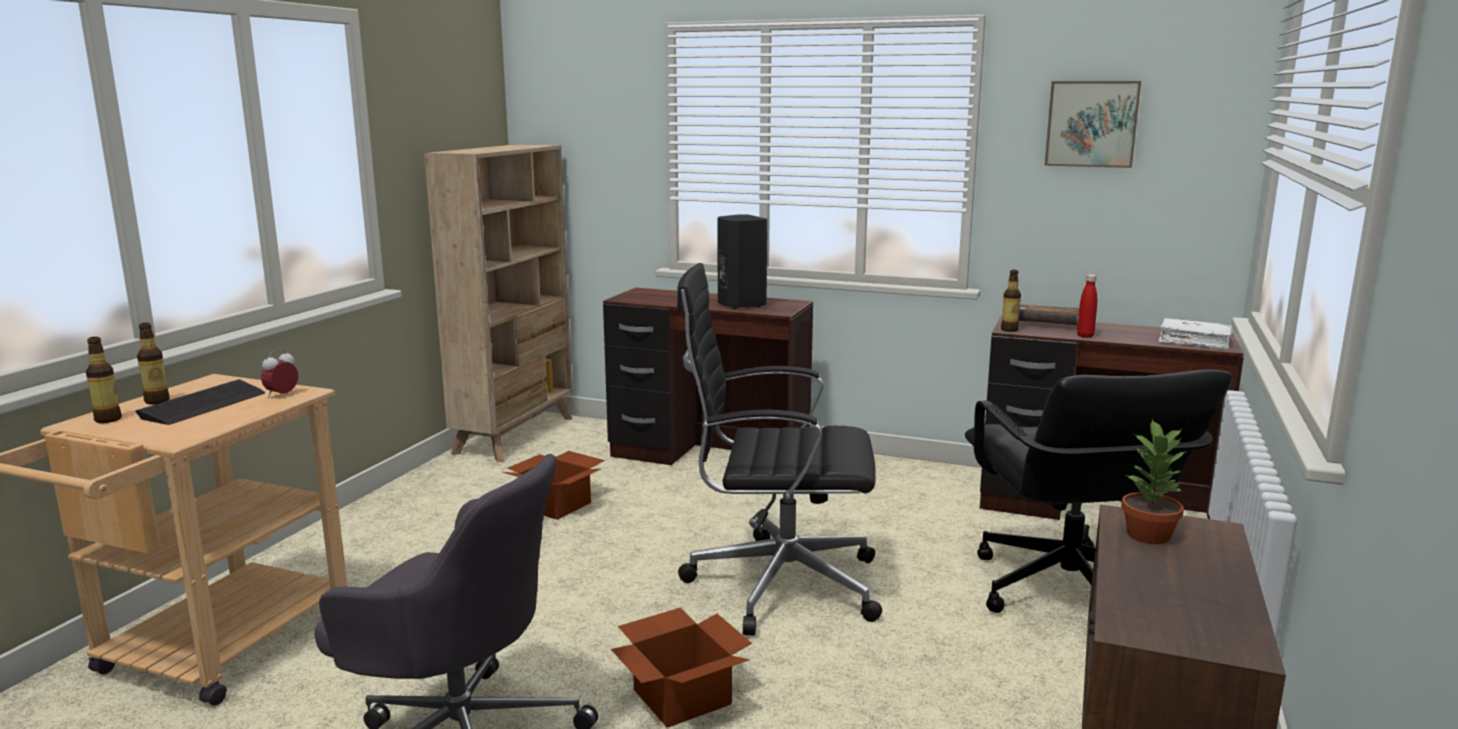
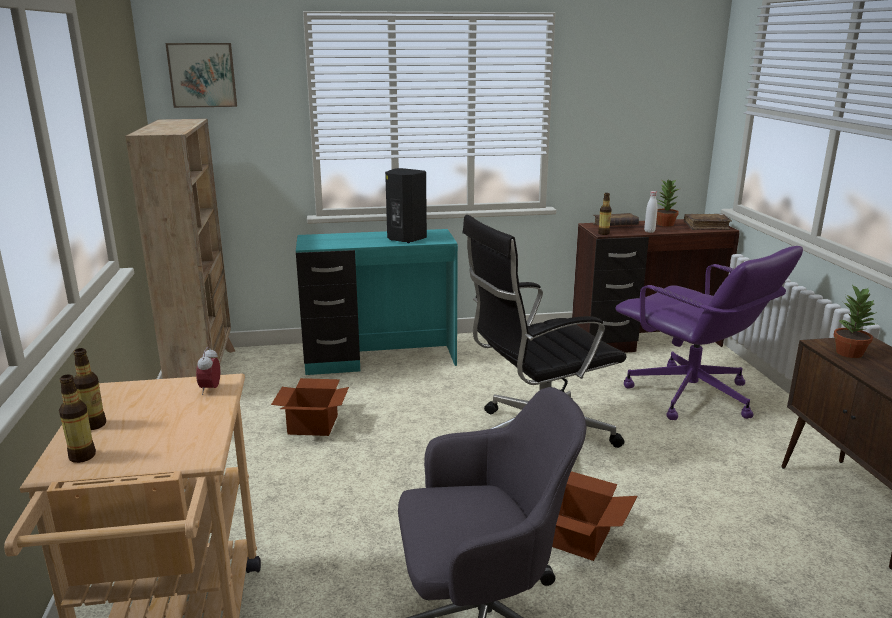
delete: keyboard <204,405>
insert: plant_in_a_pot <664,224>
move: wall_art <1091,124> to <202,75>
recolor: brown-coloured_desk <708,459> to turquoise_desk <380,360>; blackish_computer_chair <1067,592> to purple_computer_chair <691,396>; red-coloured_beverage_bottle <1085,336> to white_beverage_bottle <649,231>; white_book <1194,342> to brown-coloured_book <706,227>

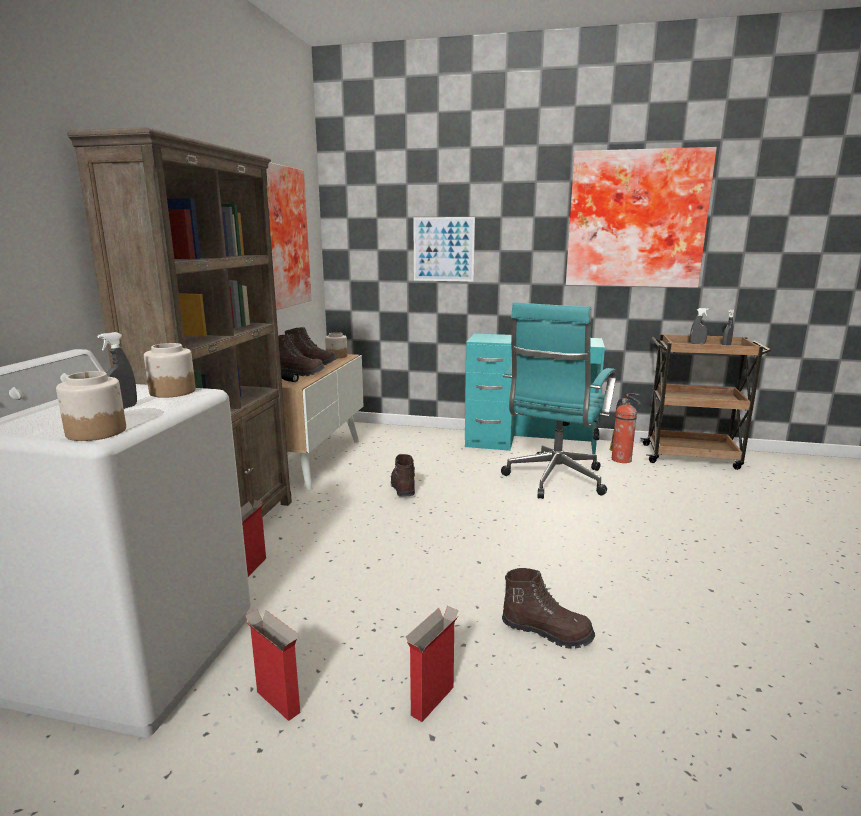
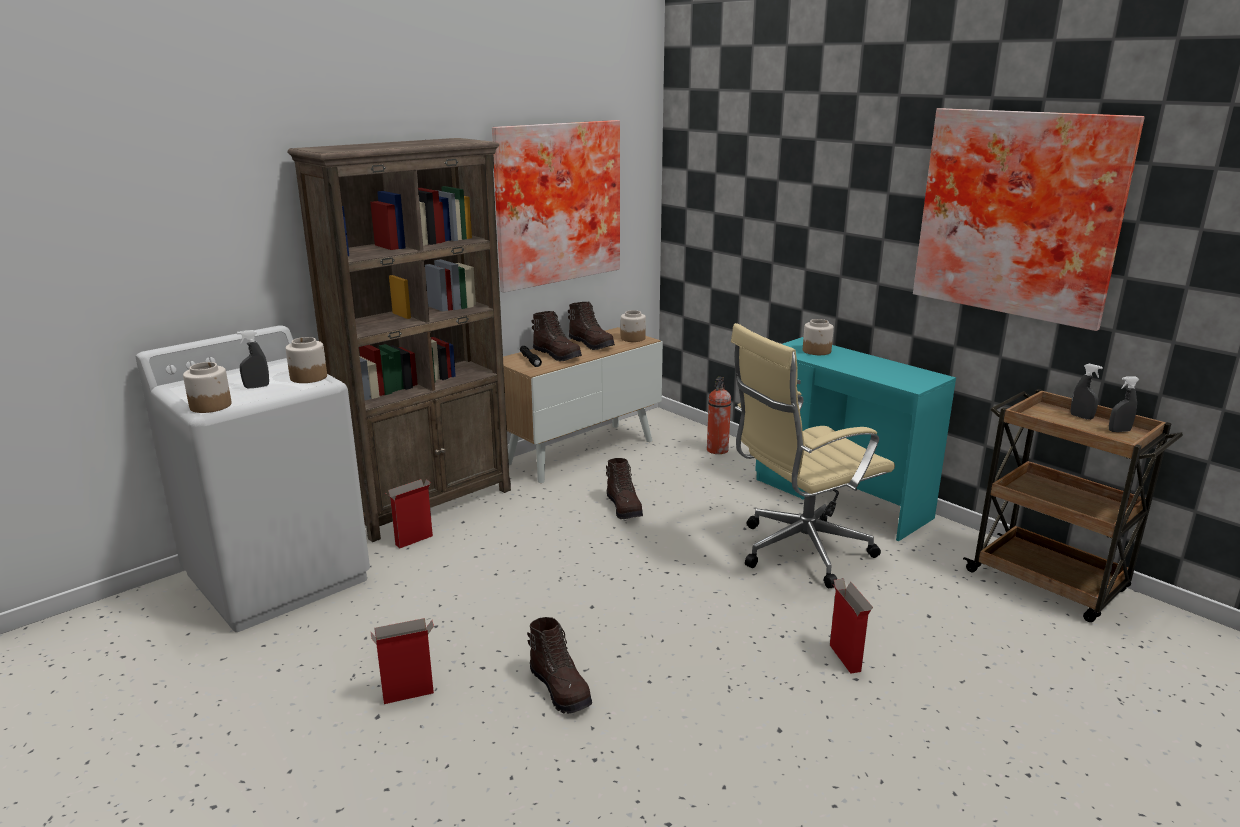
delete: wall_art <443,249>
insert: preserve_jar <817,351>
move: cardboard_box <277,701> to <844,657>; fire_extinguisher <622,460> to <717,450>
recolor: turquoise_computer_chair <554,480> to beige-coloured_computer_chair <798,552>
rotate: brown-coloured_boot <402,488> = <624,508> 135 degrees clockwise

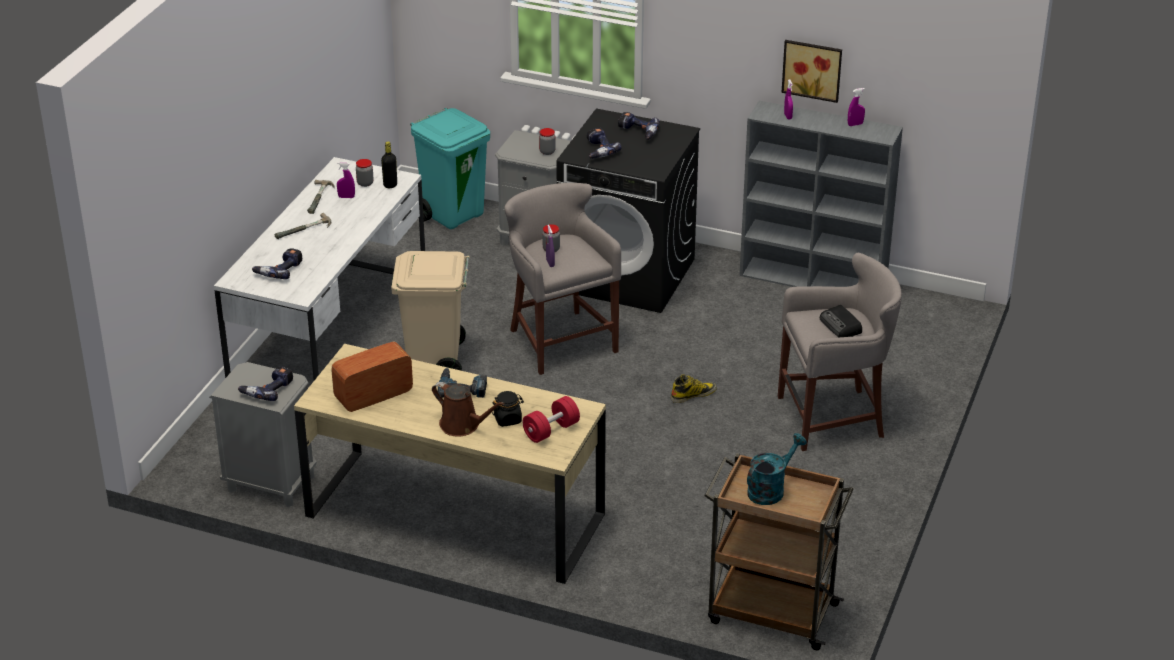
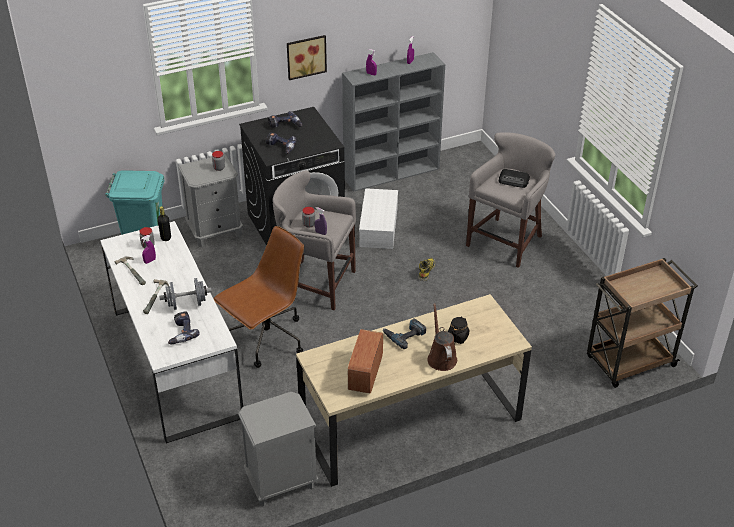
delete: electric_drill <267,389>; red-coloured_free_weight <551,430>; turquoise_watering_can <770,489>
insert: greyish_free_weight <186,304>; white_storage_bin <379,227>
move: wall_art <812,69> to <305,56>
replace: beige-coloured_rubbish_bin <435,362> to brown-coloured_computer_chair <266,340>
rotate: brown-coloured_watering_can <463,425> = <441,357> 90 degrees counterclockwise

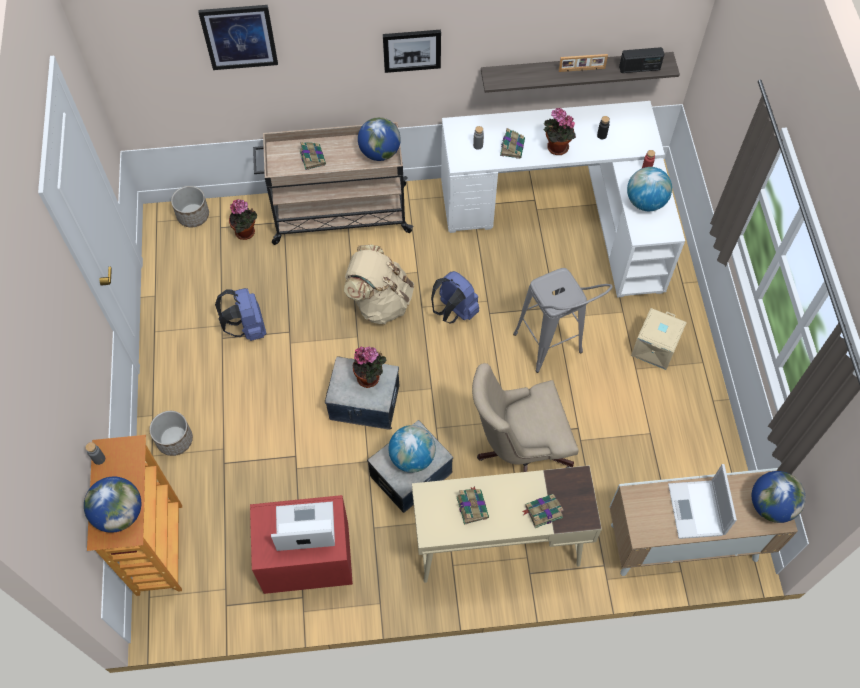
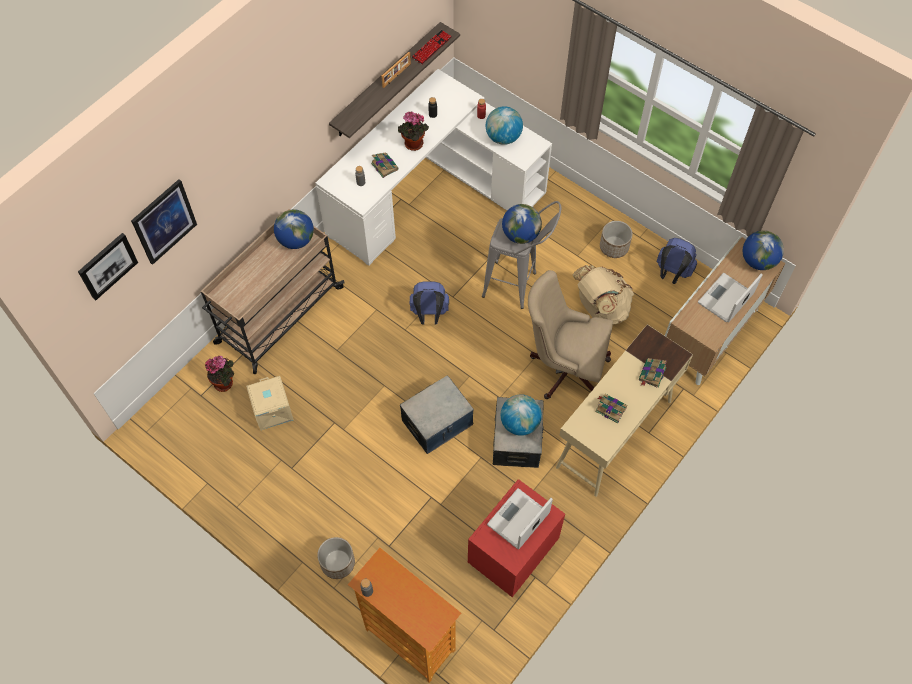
delete: book <312,157>; plant_in_a_pot <370,378>
move: globe <119,513> to <520,235>; planter <193,215> to <614,247>; blue-coloured_knapsack <247,328> to <672,273>; beige-coloured_knapsack <380,301> to <600,307>; wall_art <412,50> to <107,265>; beige-coloured_storage_bin <654,347> to <271,410>
replace: radio_receiver <639,68> to keyboard <431,47>
rotate: beige-coloured_computer_chair <518,451> = <564,367> 75 degrees clockwise; laptop <696,511> = <725,299> 90 degrees clockwise

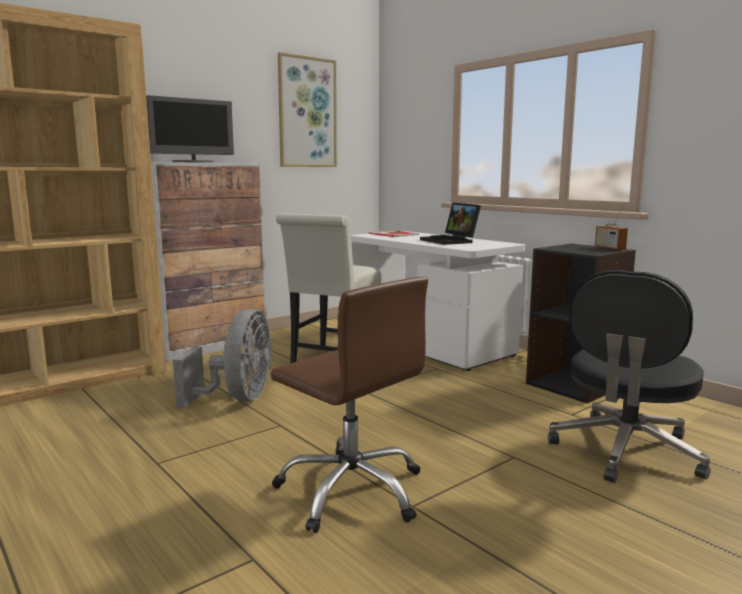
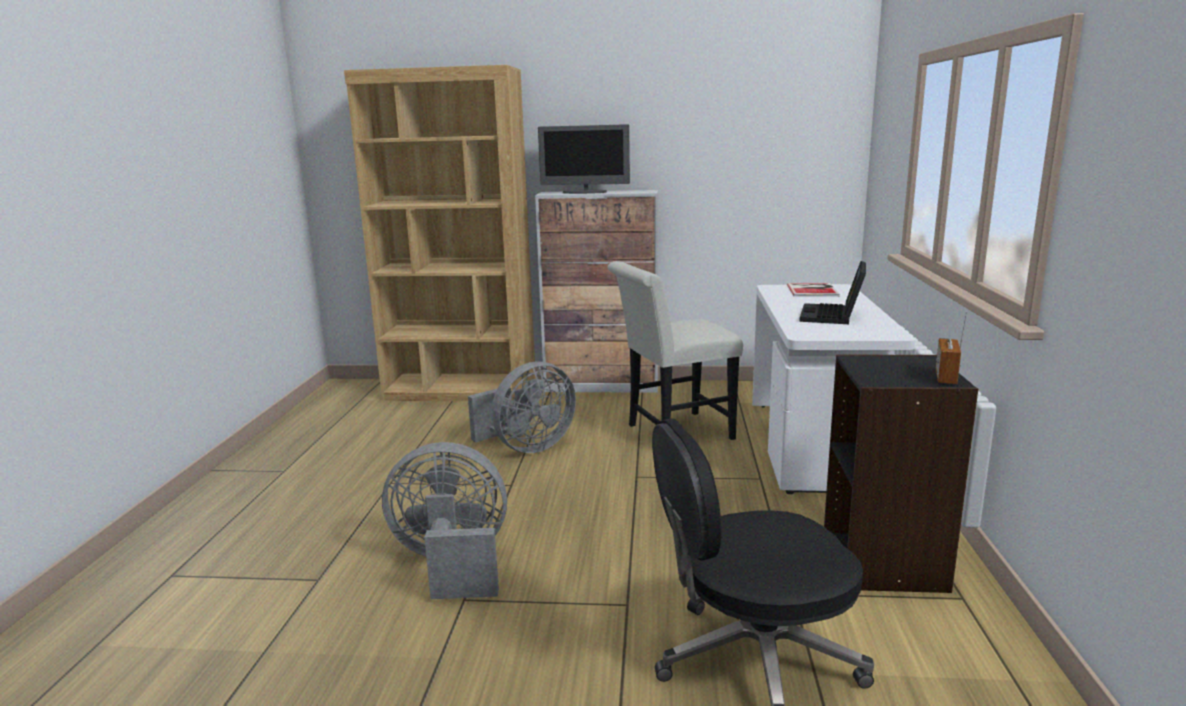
delete: wall_art <307,113>
replace: brown-coloured_computer_chair <352,490> to greyish_fan <452,564>

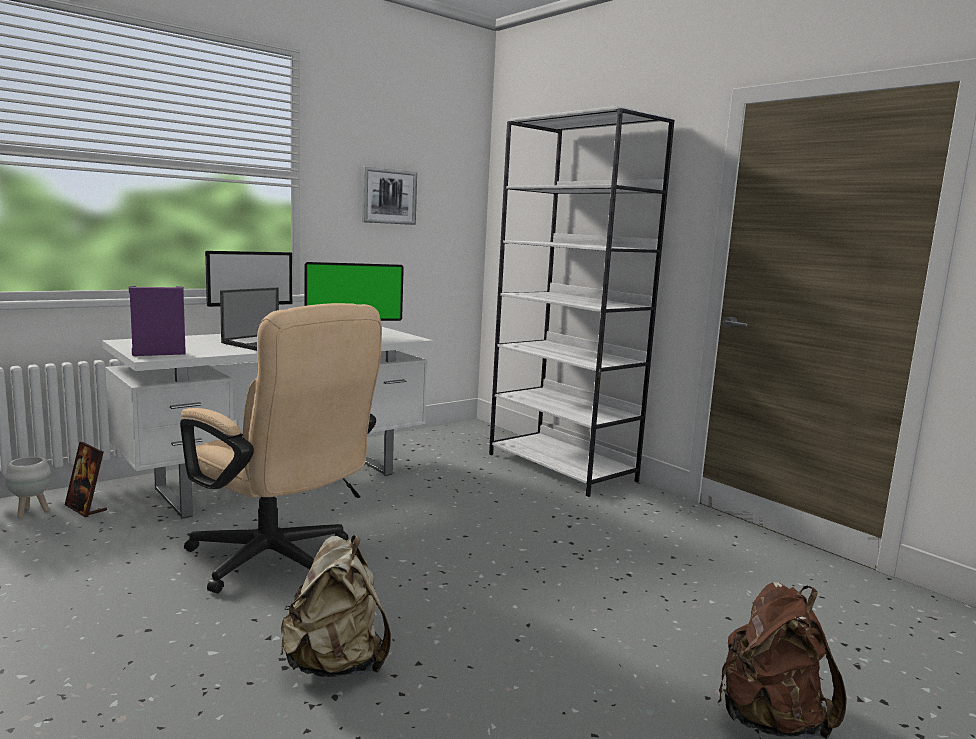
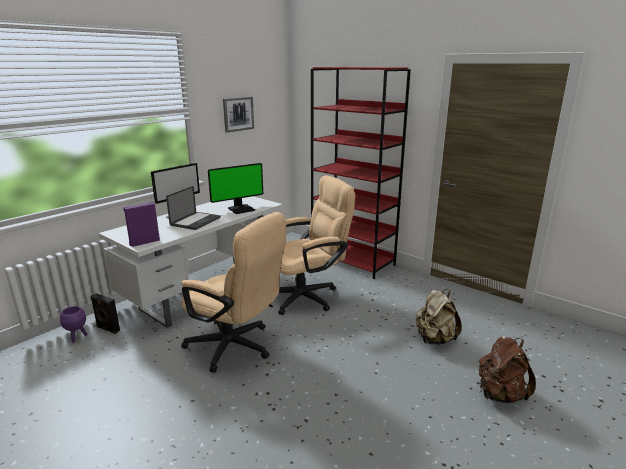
insert: beige-coloured_computer_chair <308,296>
move: beige-coloured_knapsack <336,664> to <434,339>
replace: picture_frame <86,508> to blackish_audio_speaker <107,329>
recolor: white_planter <31,512> to purple_planter <77,337>; white_shelving_unit <562,467> to red-coloured_shelving_unit <353,261>

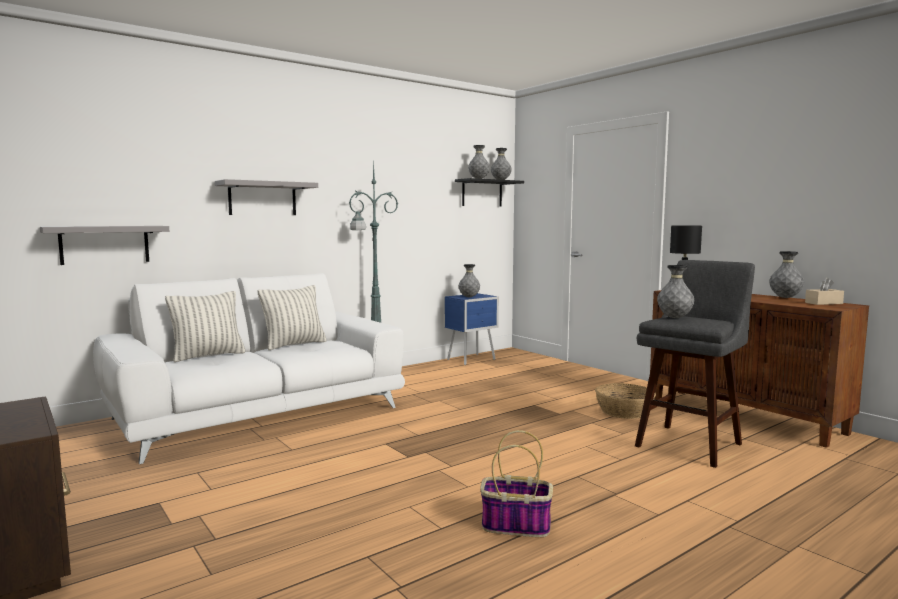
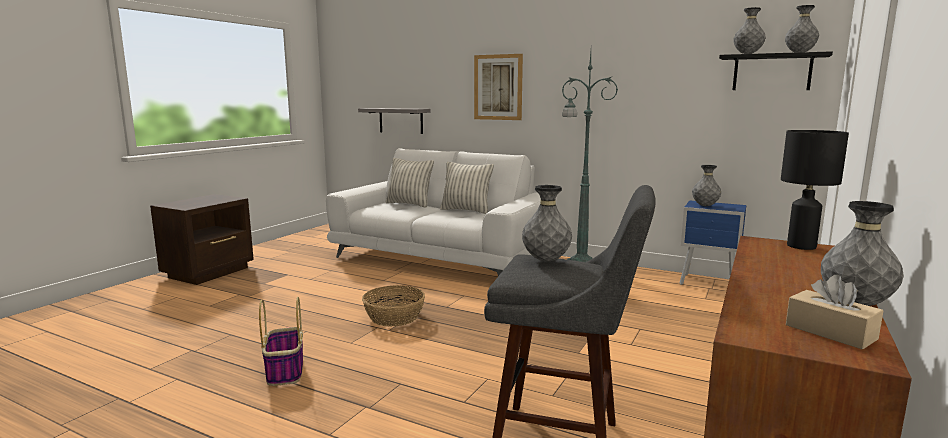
move: storage_basket <624,412> to <394,317>
replace: greyish_shelf <262,198> to wall_art <498,87>

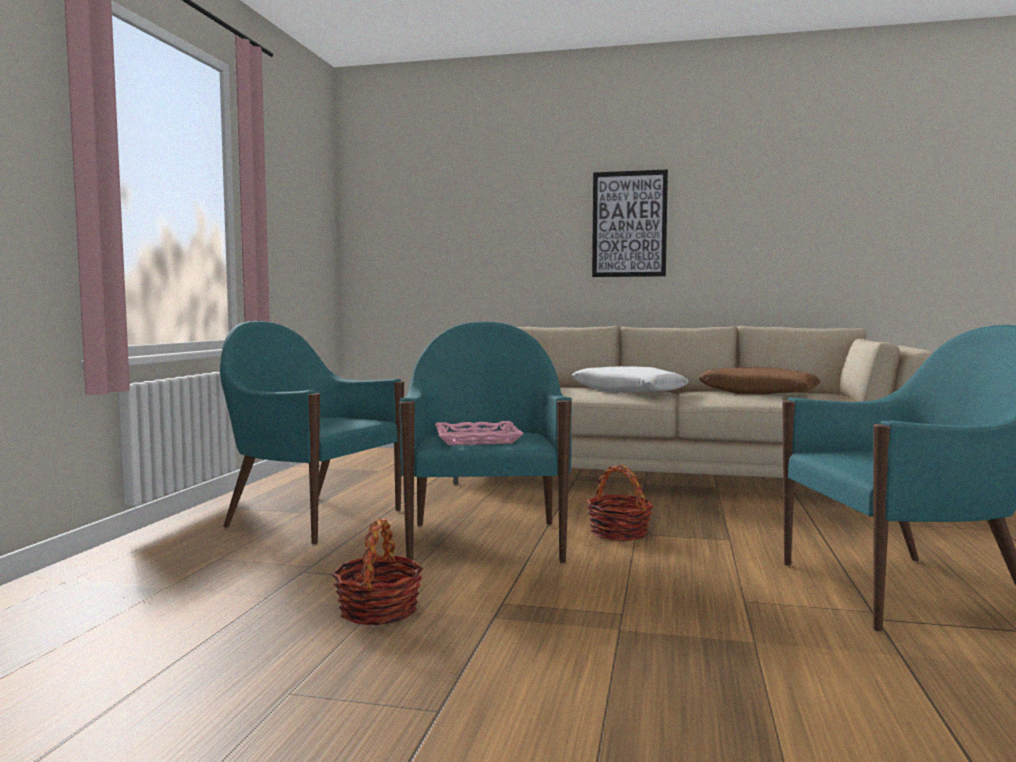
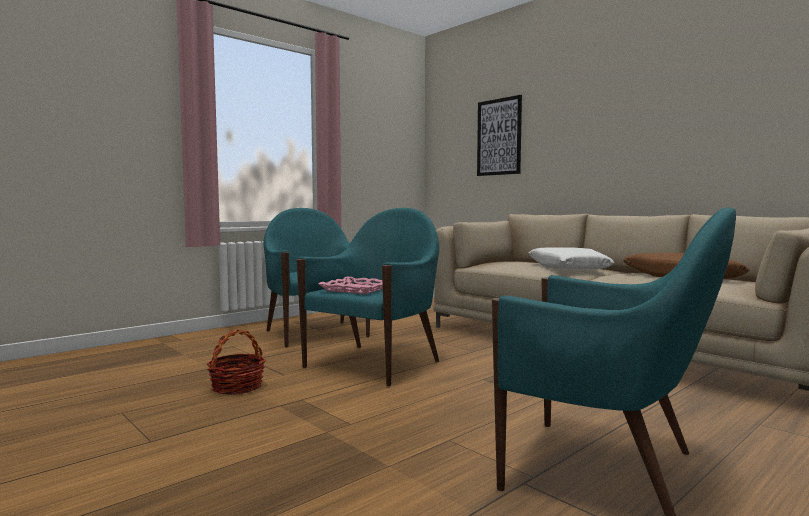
delete: storage_basket <619,533>
move: wall_art <629,224> to <499,137>

